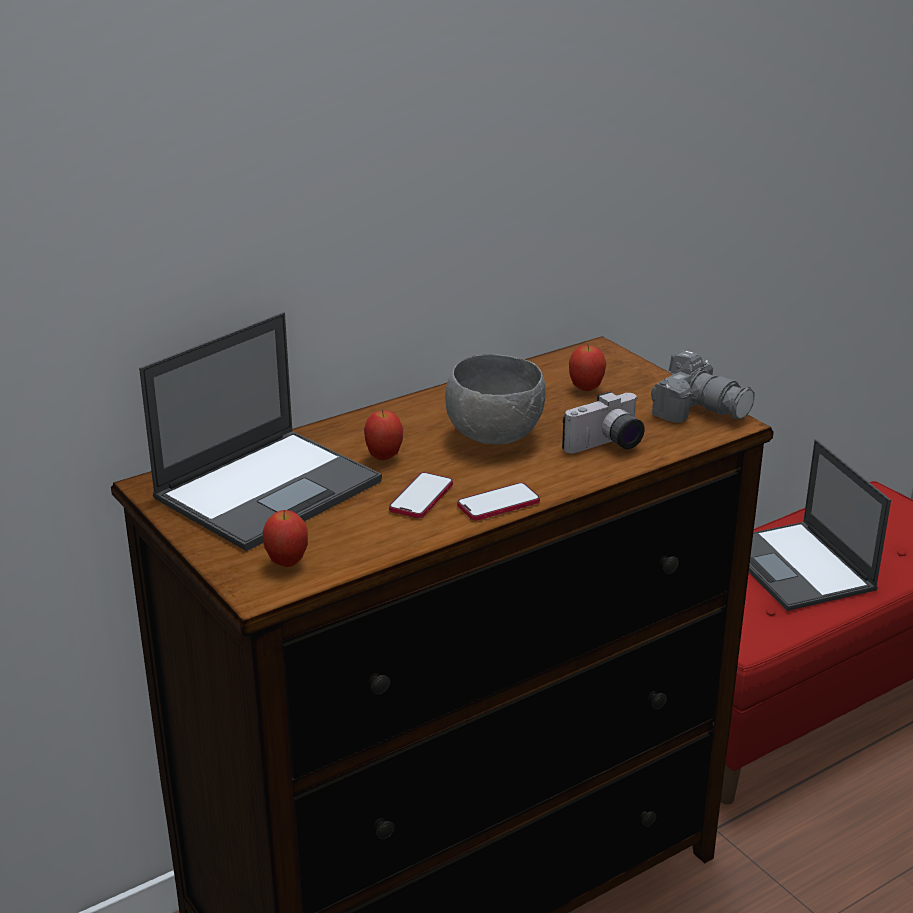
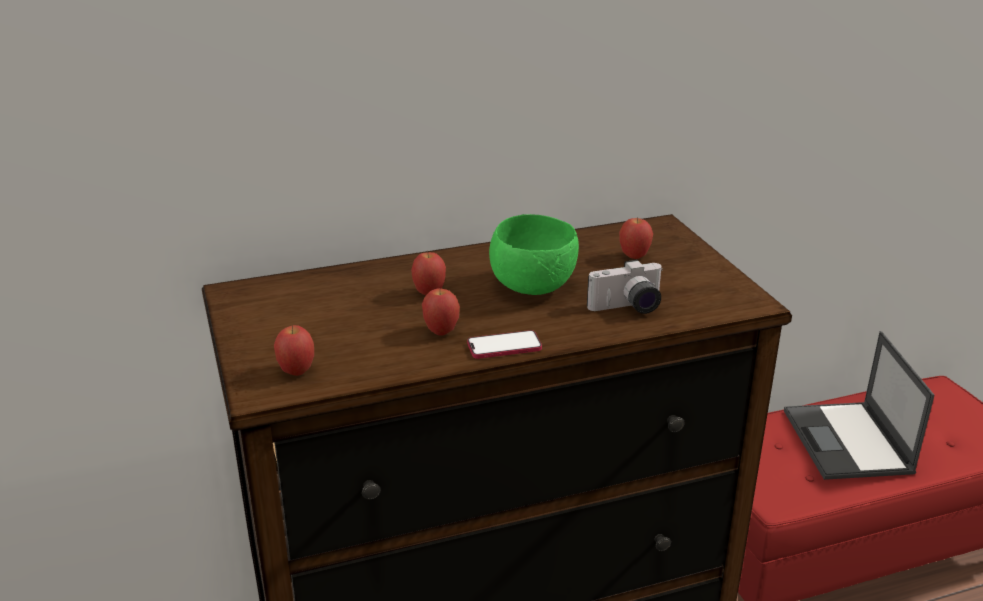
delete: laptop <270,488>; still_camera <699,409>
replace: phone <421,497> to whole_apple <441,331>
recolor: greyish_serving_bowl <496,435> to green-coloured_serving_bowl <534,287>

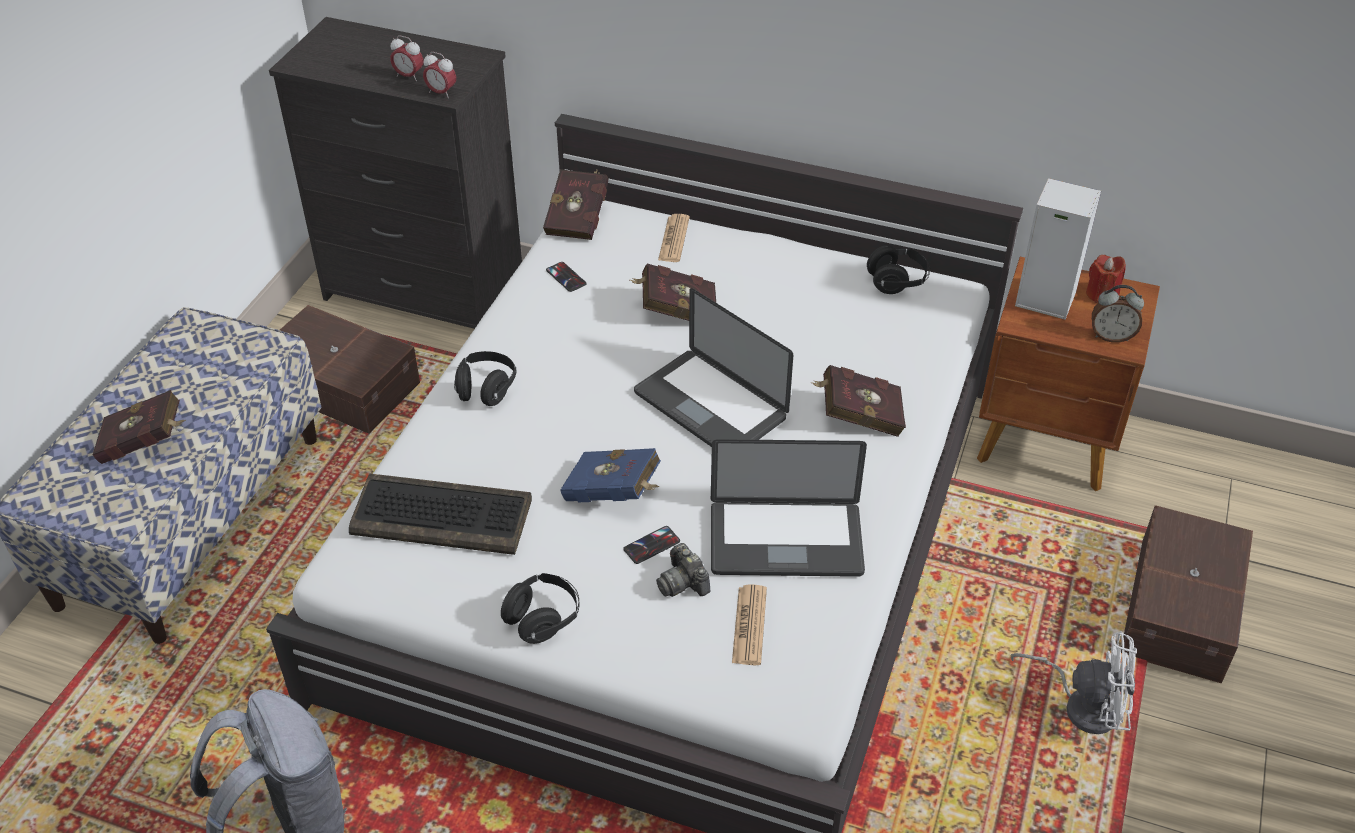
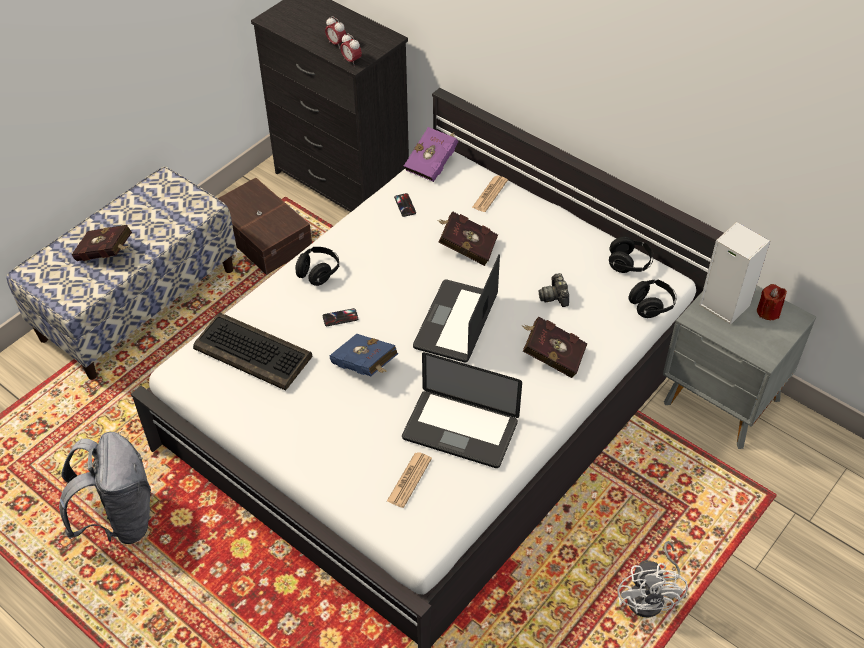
delete: alarm_clock <1111,336>; brown-coloured_storage_bin <1183,609>
move: blackish_pair_of_headphones <542,619> to <651,306>; phone <651,545> to <340,317>; still_camera <683,582> to <555,296>
recolor: red-coloured_book <579,219> to purple_book <433,164>; brown-coloured_bedside_table <1048,442> to greyish_bedside_table <722,403>
rotate: laptop <710,406> = <456,322> 45 degrees clockwise; white_fan <1082,705> = <651,596> 60 degrees clockwise

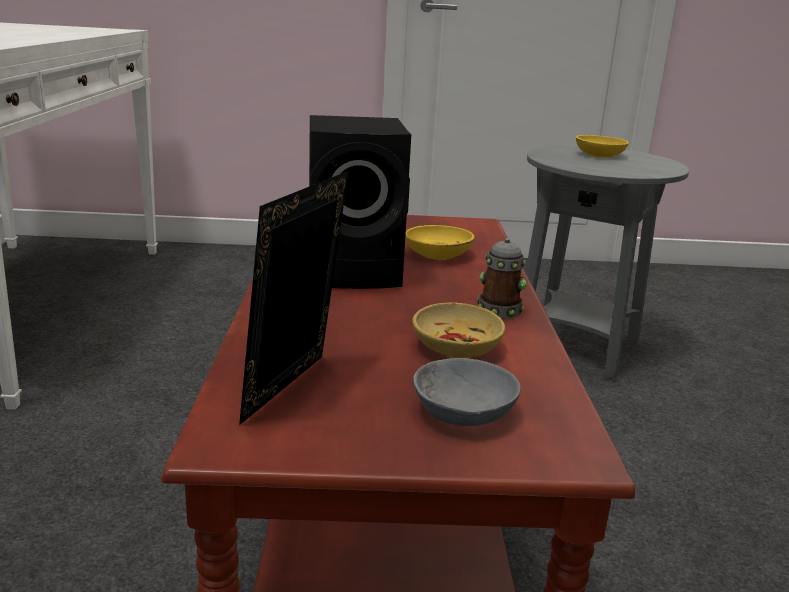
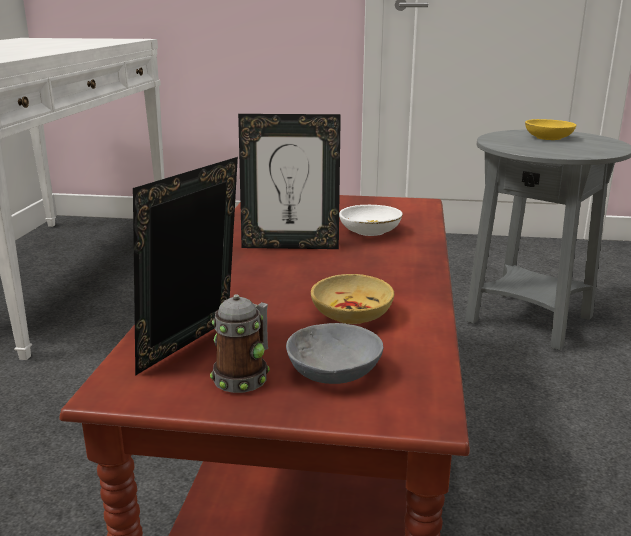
move: mug <501,308> to <245,376>
replace: blackish_audio_speaker <357,271> to picture_frame <290,245>
recolor: yellow-coloured_serving_bowl <438,254> to white_serving_bowl <370,231>

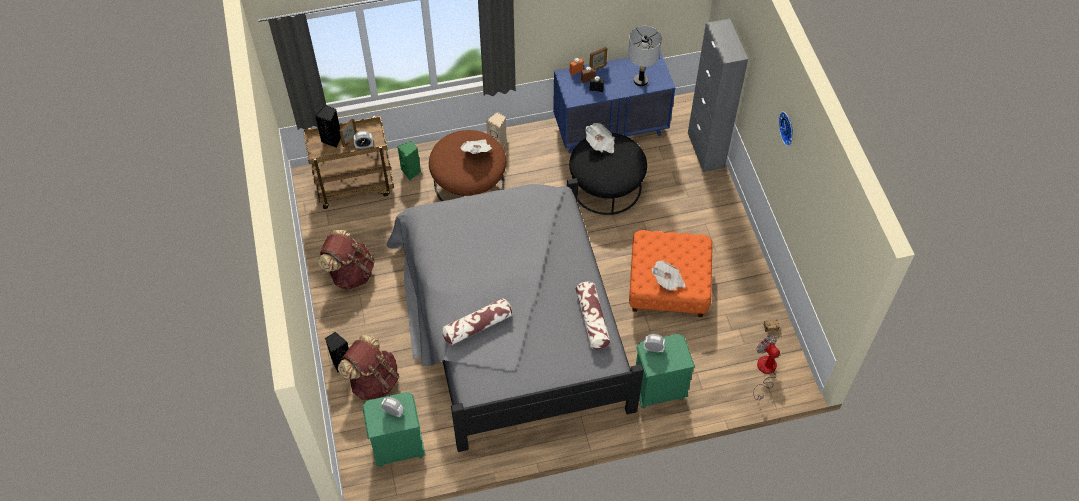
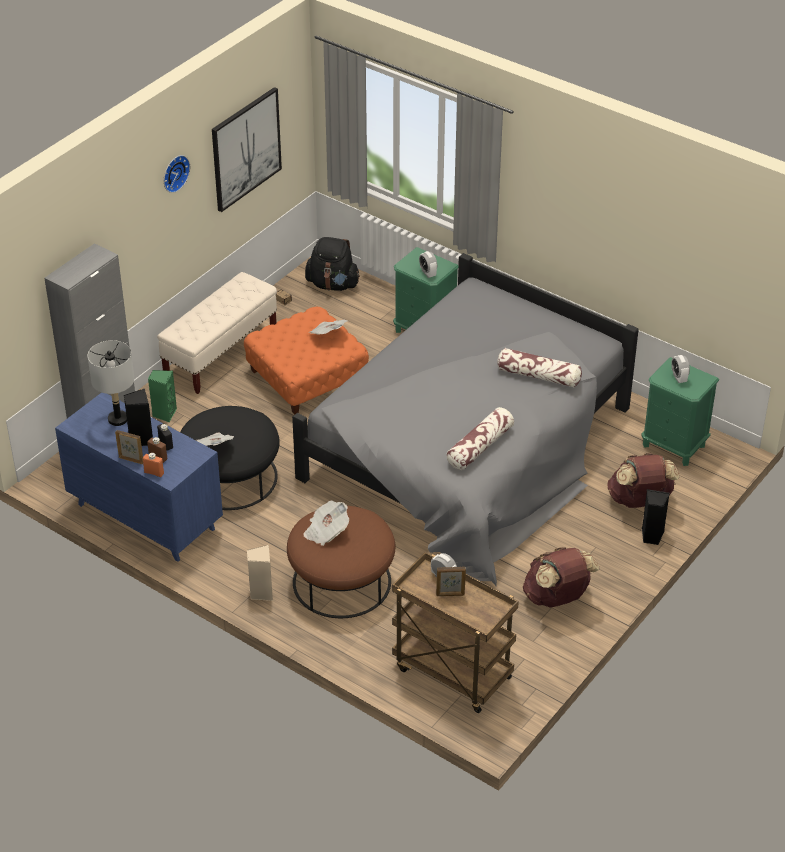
insert: beige-coloured_bench <221,353>; wall_art <246,149>
move: blackish_audio_speaker <333,139> to <141,439>; green-coloured_audio_speaker <411,172> to <164,414>; cushion <592,320> to <480,446>
replace: fan <765,371> to blackish_knapsack <333,284>

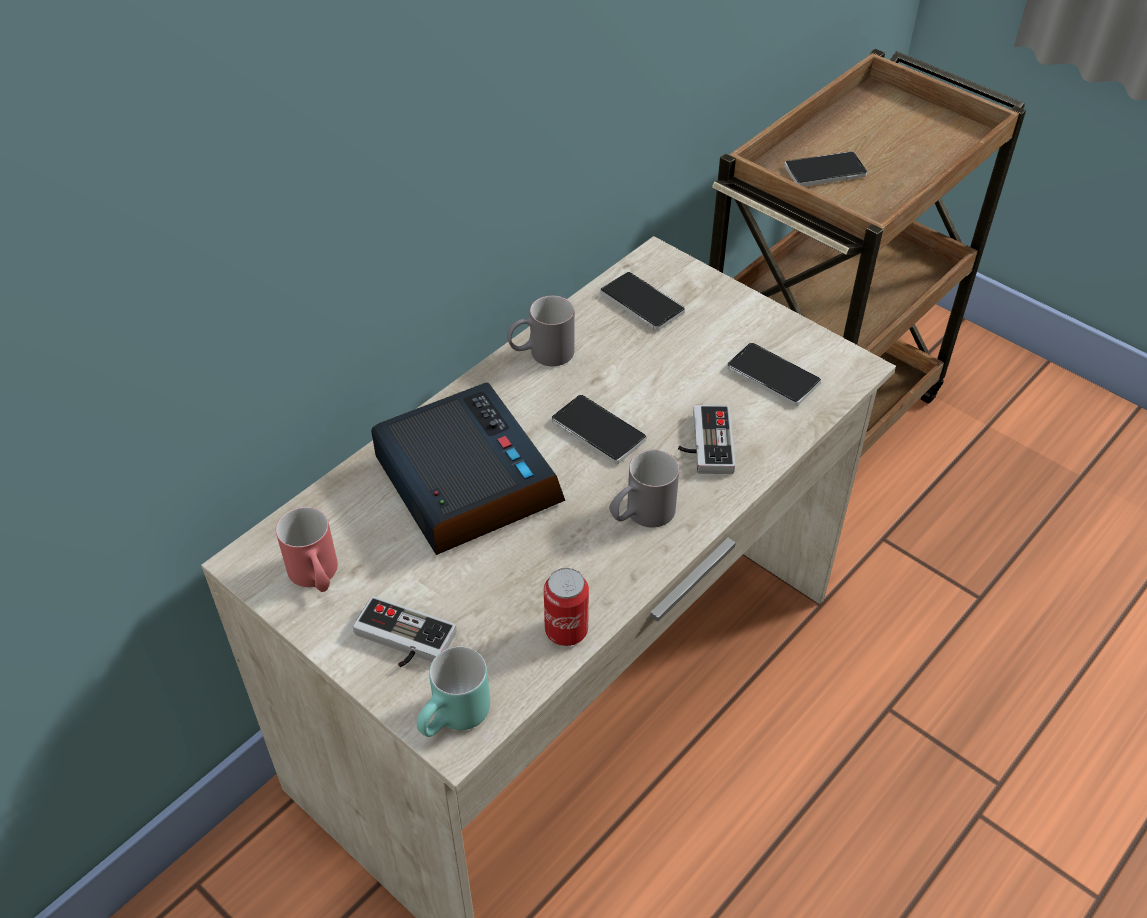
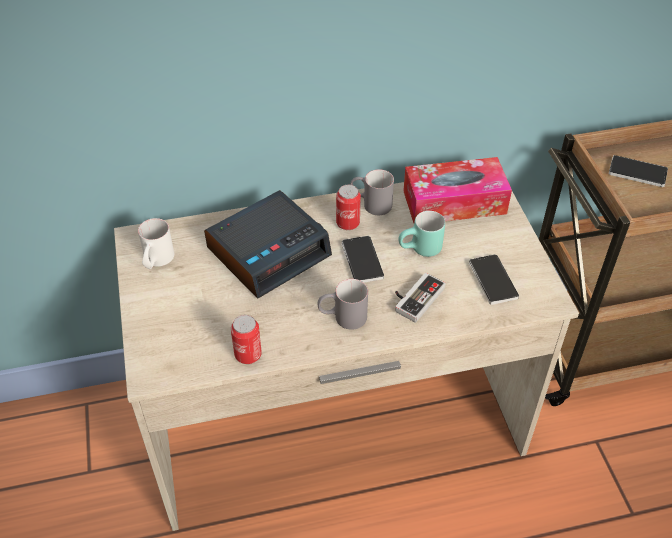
delete: game_controller <401,641>
insert: metal_can <348,223>
move: turquoise_mug <456,720> to <421,251>
replace: phone <642,303> to box_of_tissues <454,202>
recolor: red-coloured_mug <316,577> to white_mug <157,261>
rotate: alarm_clock <465,481> = <269,251> 45 degrees clockwise

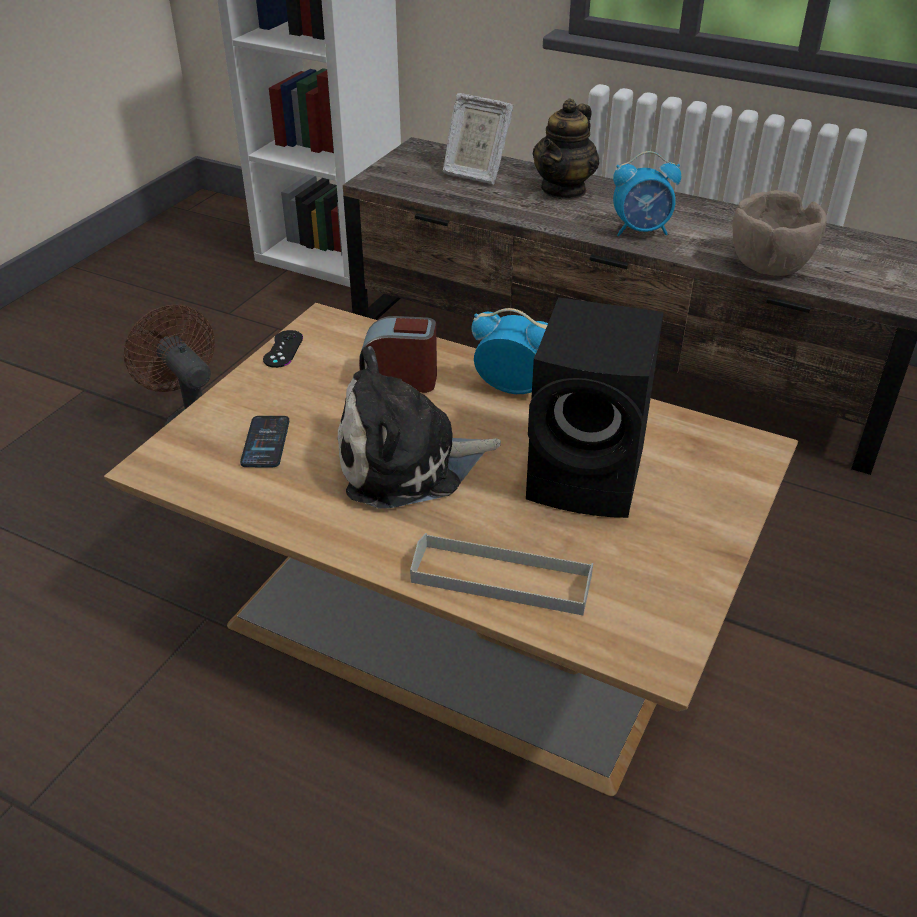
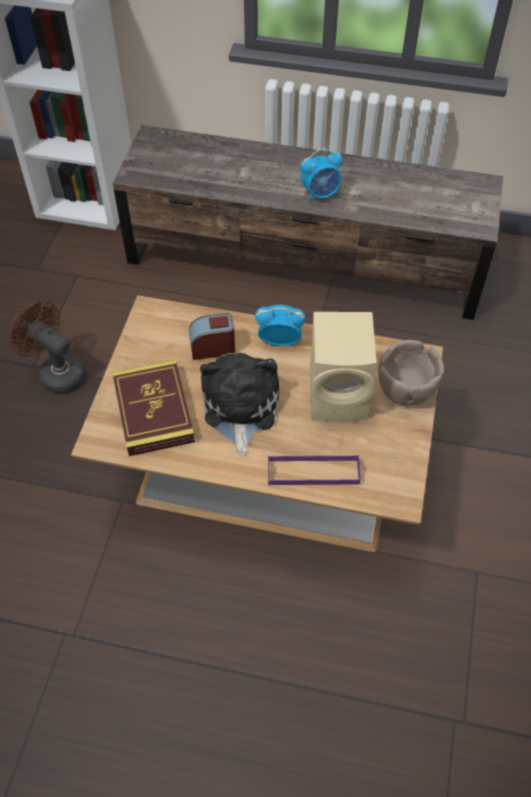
delete: blackish_game_controller <283,349>; picture_frame <475,173>; pot_for_tea <564,190>
move: brown-coloured_serving_bowl <768,265> to <405,390>
replace: phone <265,442> to book <153,411>
recolor: greyish_tray <501,579> to purple_tray <313,472>; blackish_audio_speaker <590,476> to beige-coloured_audio_speaker <340,395>
rotate: cuddly_toy <408,463> = <239,408> 120 degrees clockwise

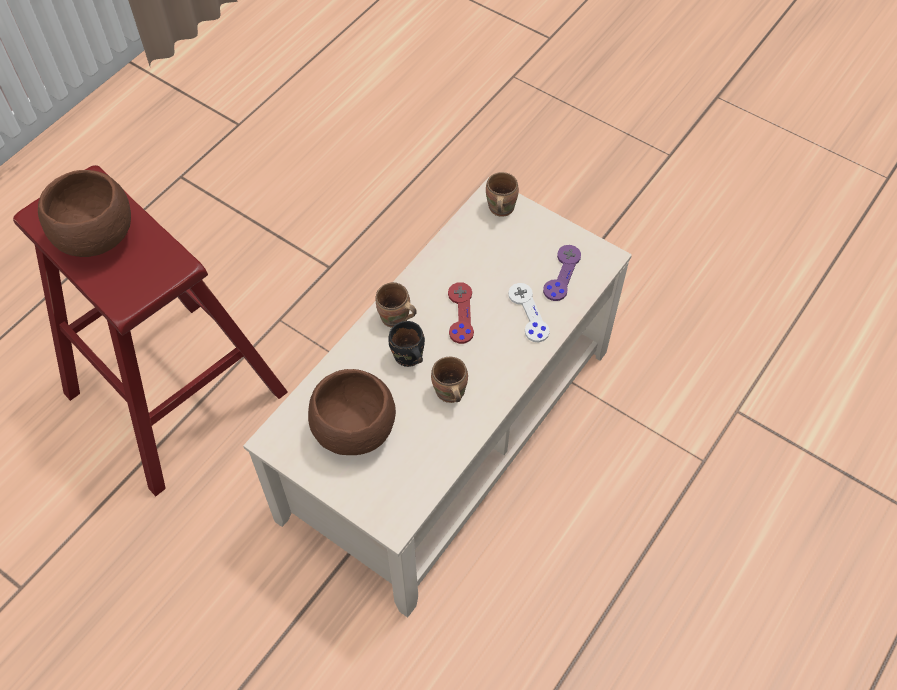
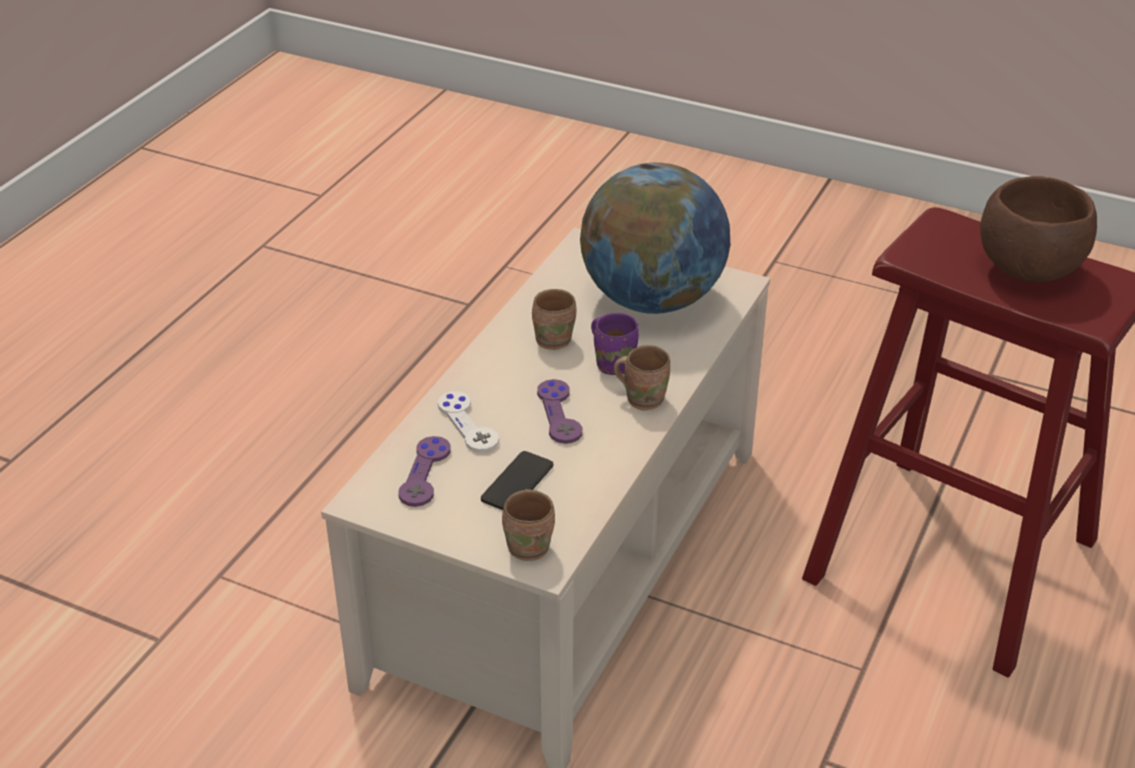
insert: phone <517,482>
replace: brown-coloured_serving_bowl <355,430> to globe <652,300>
recolor: blackish_mug <407,358> to purple_mug <614,363>; red-coloured_game_controller <460,313> to purple_game_controller <559,413>

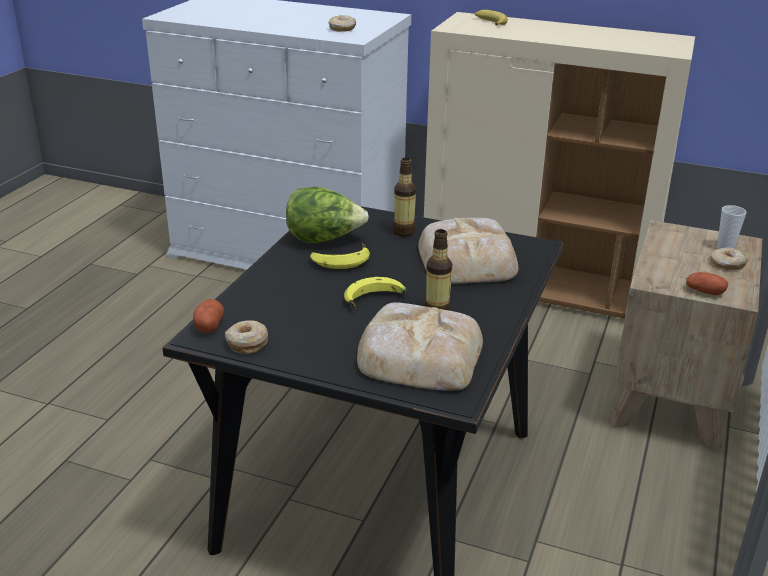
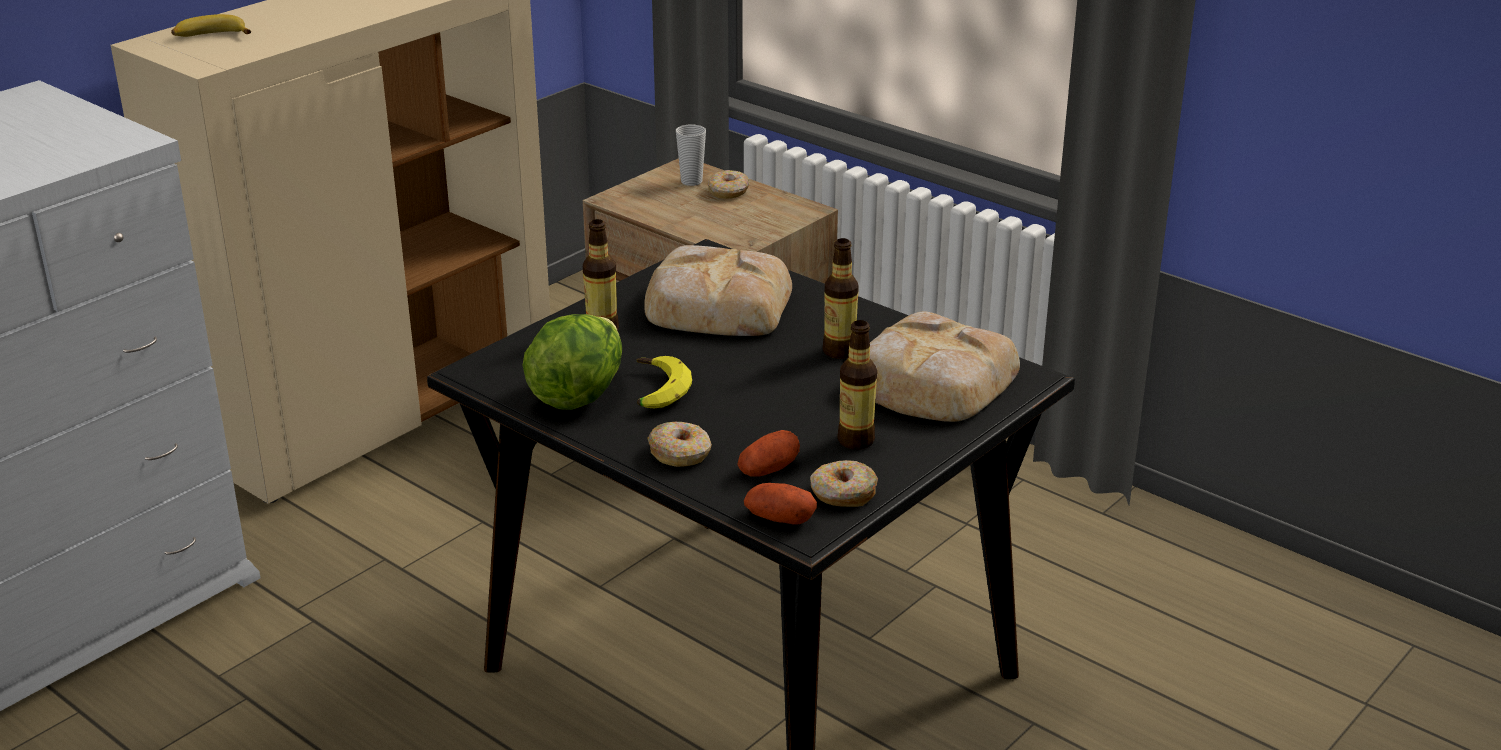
delete: banana <375,301>
insert: beverage_bottle <856,440>
move: donut <342,29> to <680,453>; spud <704,292> to <768,469>

